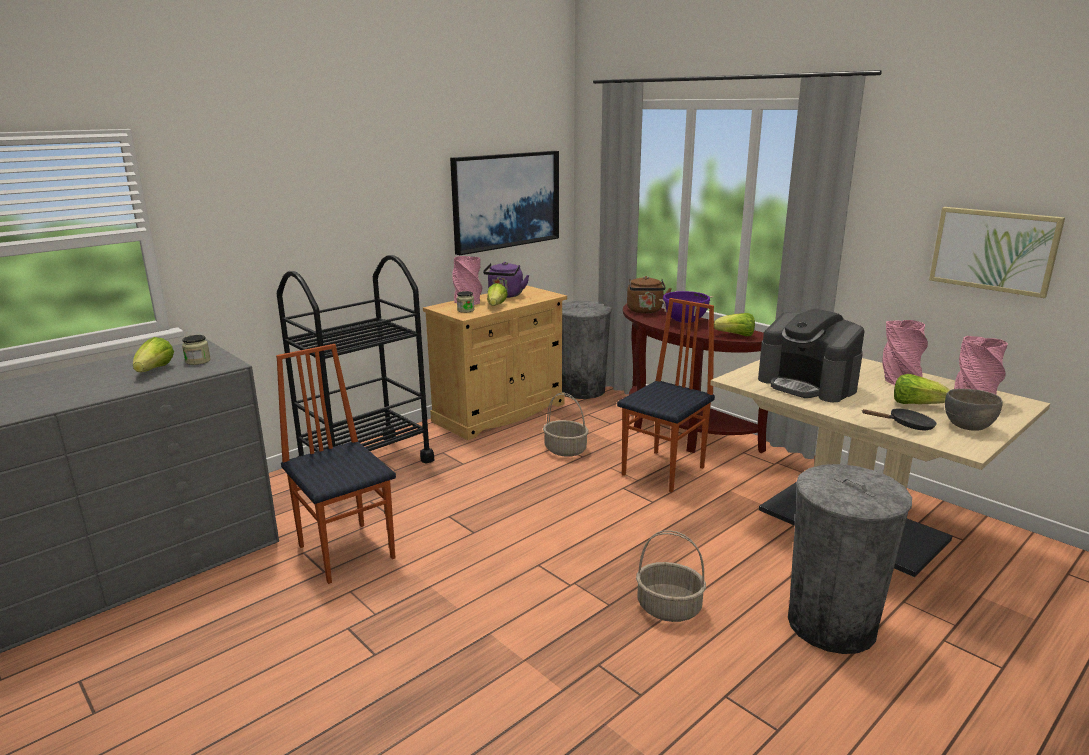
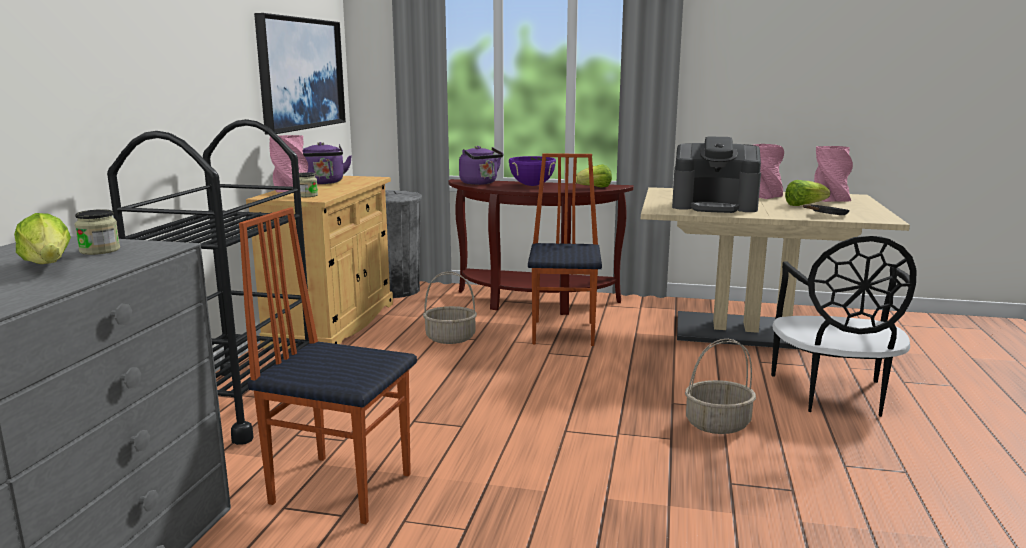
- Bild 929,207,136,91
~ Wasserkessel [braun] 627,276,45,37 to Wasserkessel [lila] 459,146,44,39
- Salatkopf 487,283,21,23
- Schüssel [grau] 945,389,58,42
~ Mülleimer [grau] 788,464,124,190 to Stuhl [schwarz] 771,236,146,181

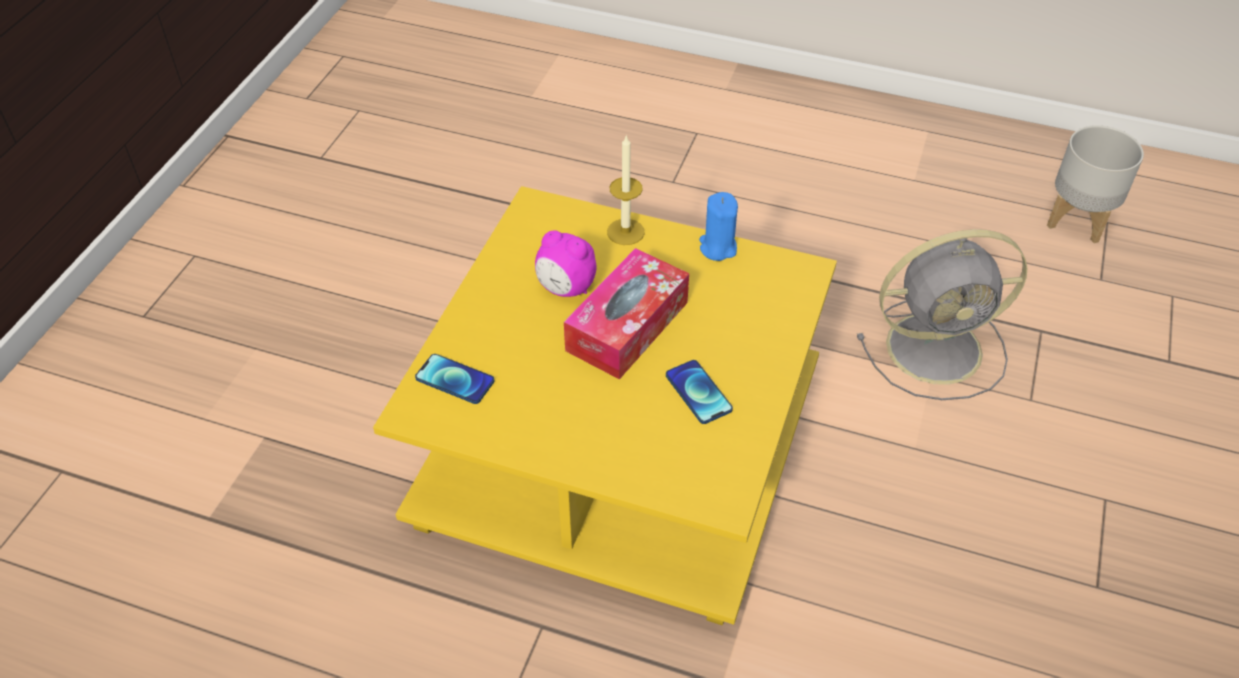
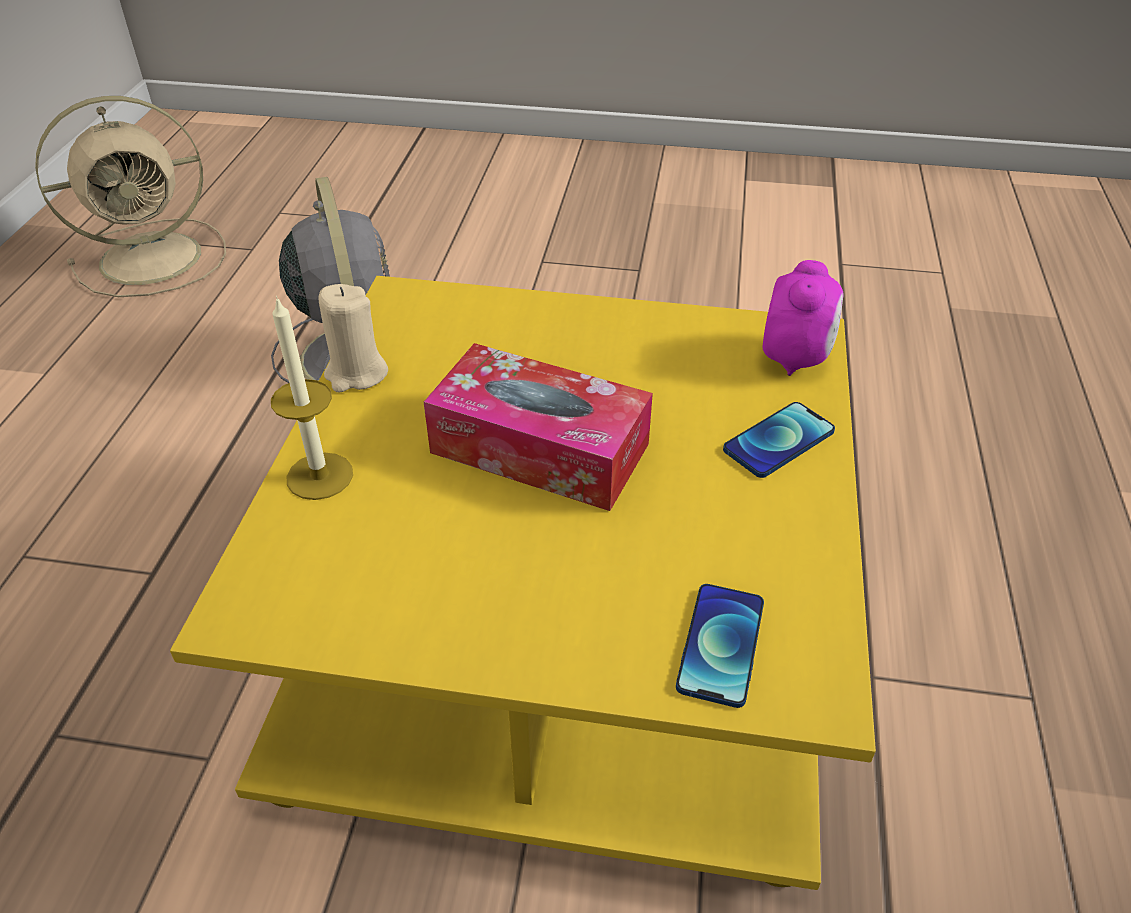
~ Pflanzkübel [grau] 1047,125,97,118 to Ventilator [beige] 35,96,191,201
~ Kerze [blau] 699,192,39,69 to Kerze [beige] 319,284,69,109
~ Wecker 535,230,62,67 to 763,260,81,116
~ Handy 666,360,67,64 to 723,402,112,76

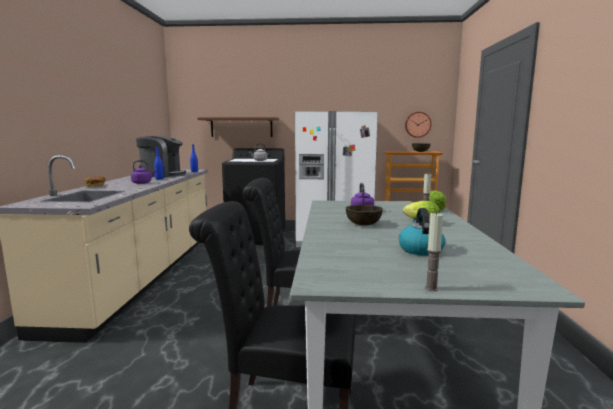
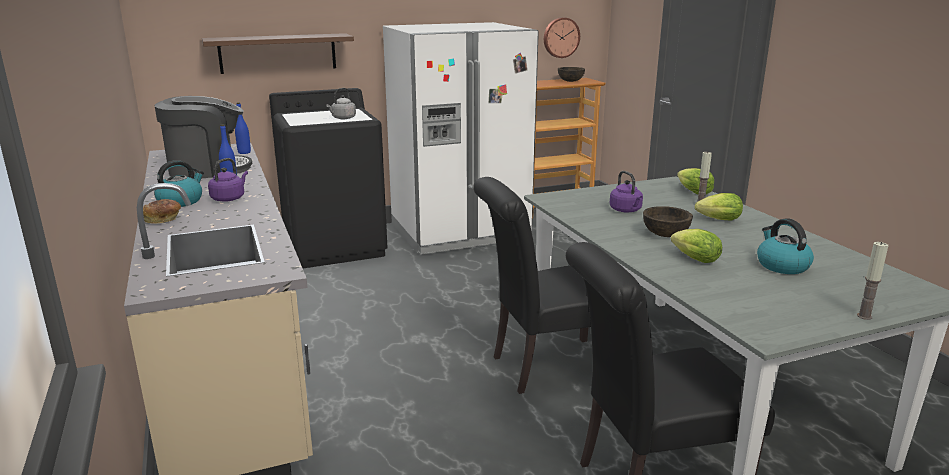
+ Wasserkessel 154,160,50,47
+ Salatkopf 671,229,51,34

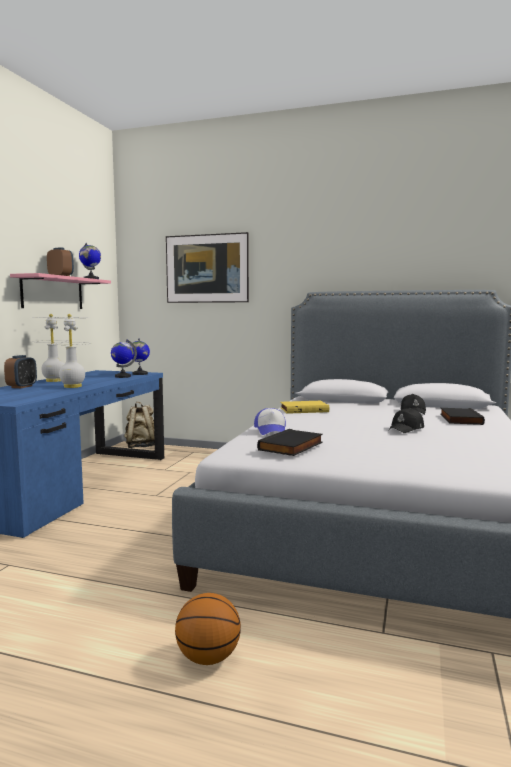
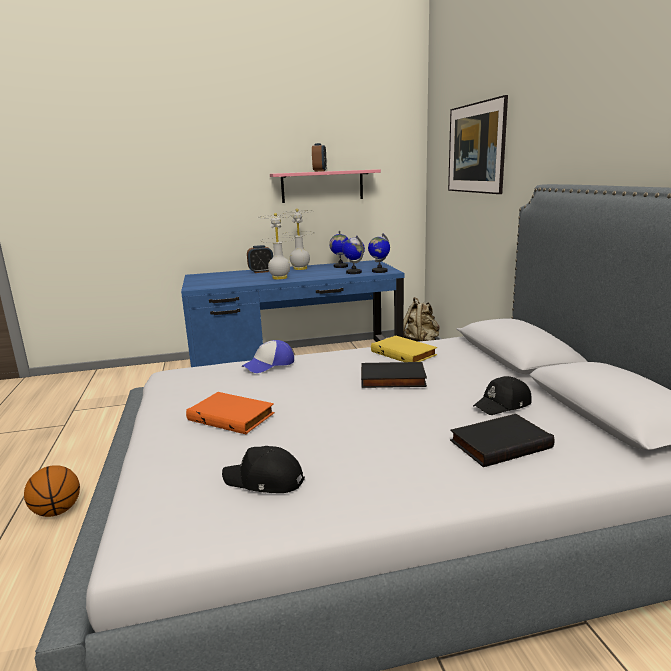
~ Globus 79,243,22,36 to 329,231,19,37
~ Kappe [schwarz] 388,408,36,25 to 222,446,83,47
~ Buch [schwarz] 257,429,66,27 to 361,362,66,26
+ Buch [orange] 186,392,89,42

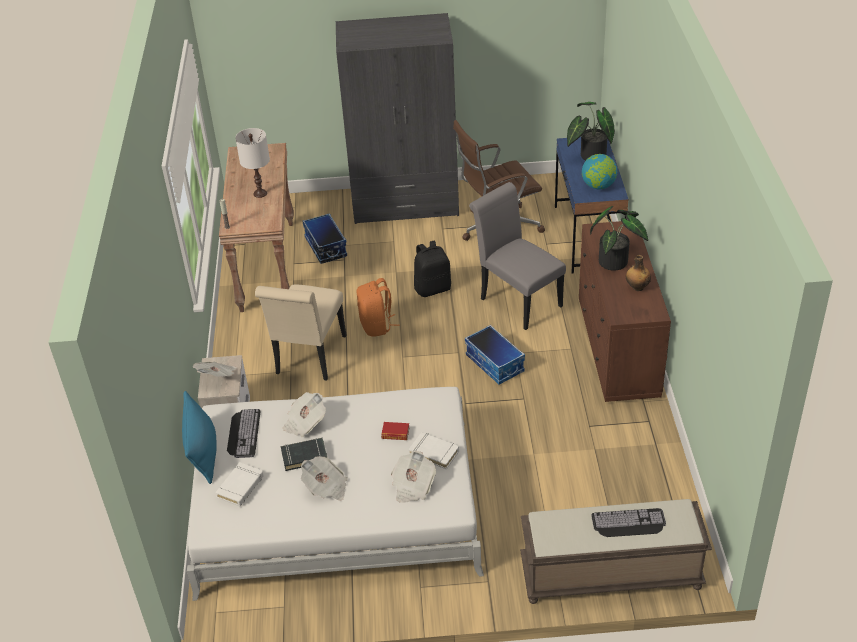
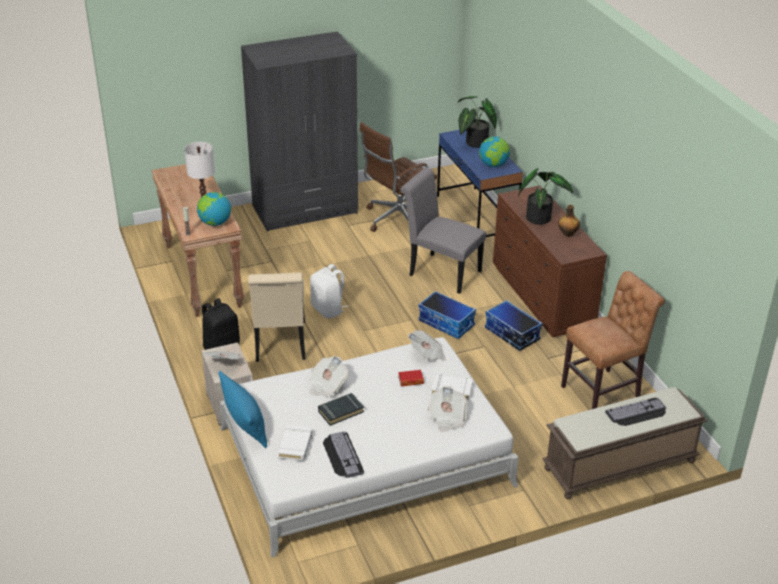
~ Aufbewahrungsbox 303,213,44,51 to 485,300,58,51
~ Rucksack [schwarz] 414,241,37,56 to 202,298,38,52
~ Rucksack [orange] 357,278,43,59 to Rucksack [weiß] 310,264,39,54
~ Tastatur 227,409,34,49 to 323,432,41,46
~ Zeitung 301,456,46,44 to 408,330,38,31
+ Globus 197,192,34,34
+ Stuhl [braun] 561,271,104,138

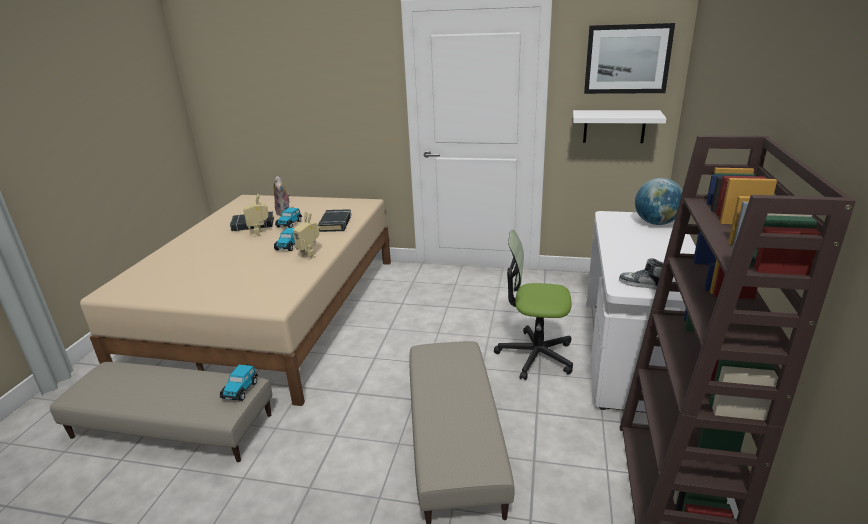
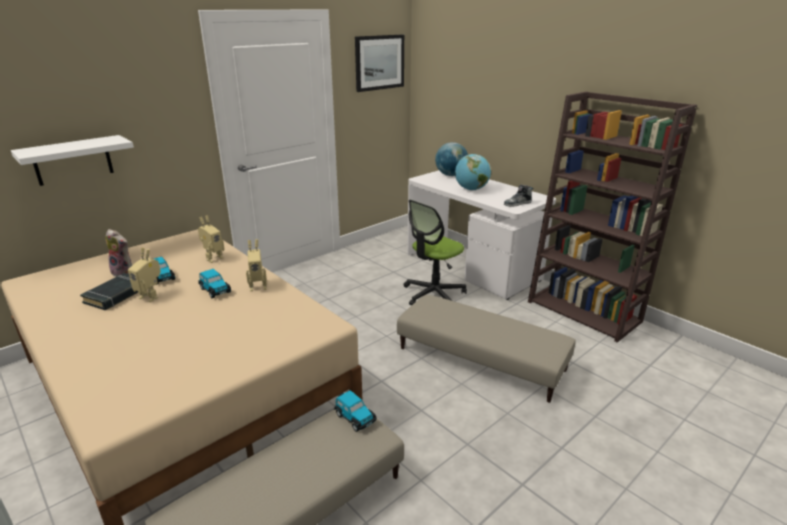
~ Wandregal [weiß] 573,110,93,33 to 11,135,123,51
~ Buch [schwarz] 318,209,33,23 to Spielzeugroboter 198,215,27,48
+ Globus 455,154,36,36

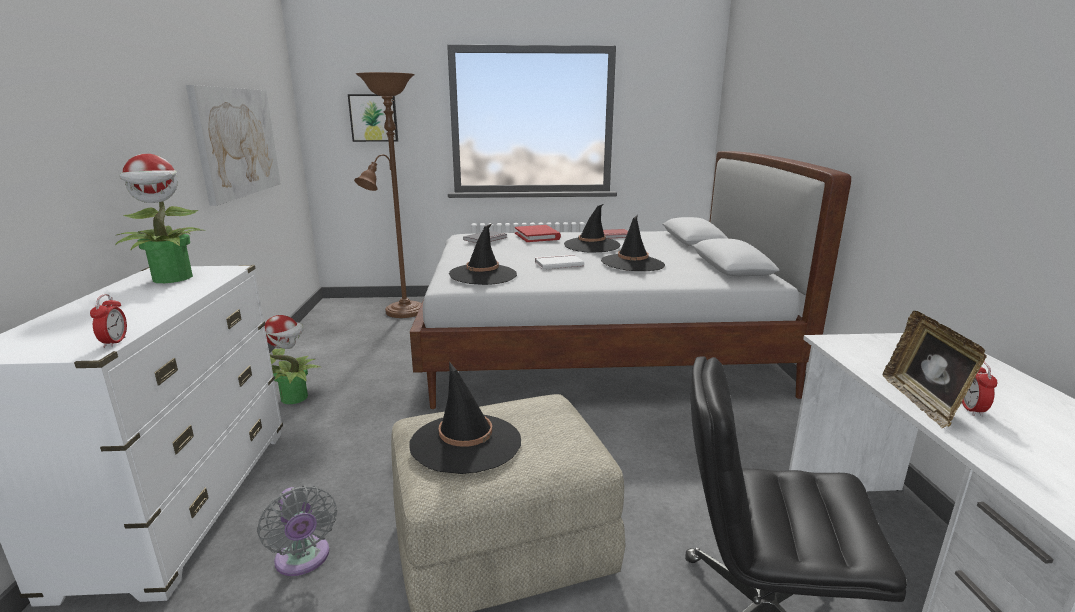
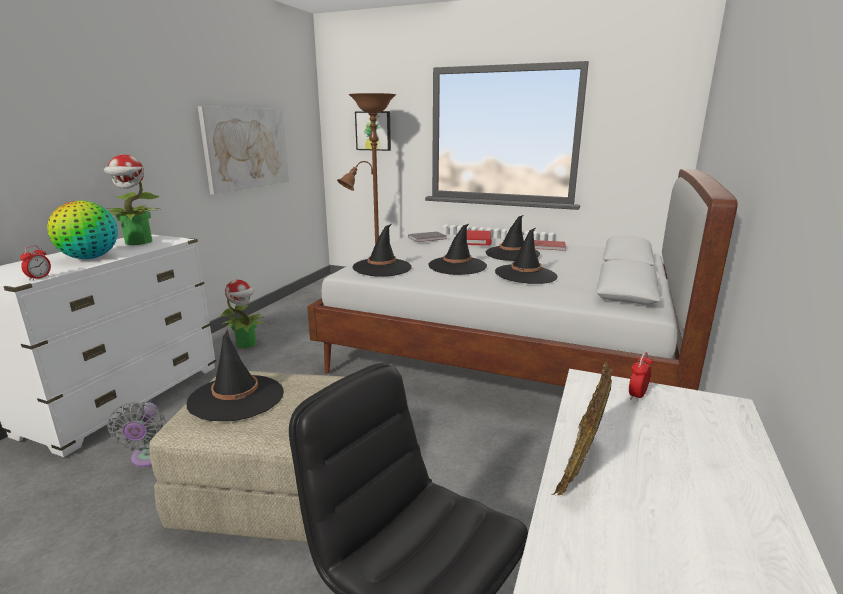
~ Buch [weiß] 534,255,50,14 to Hut [schwarz] 429,224,58,51
~ Wecker 962,362,35,55 to 629,352,24,50
+ Globus 47,200,71,59

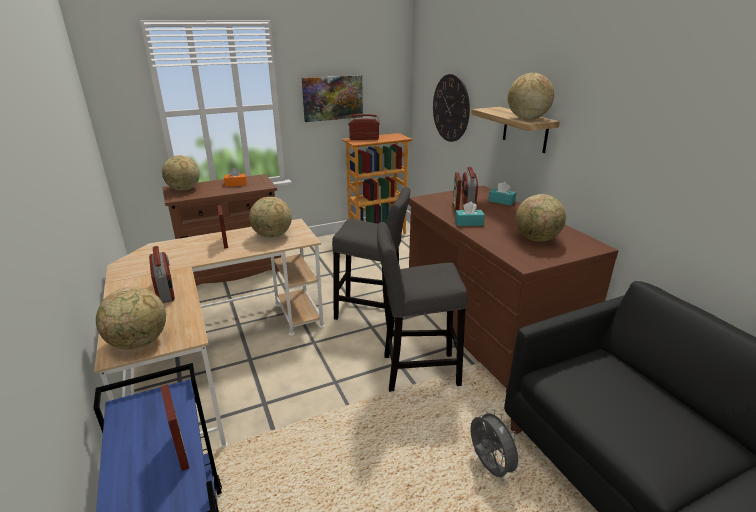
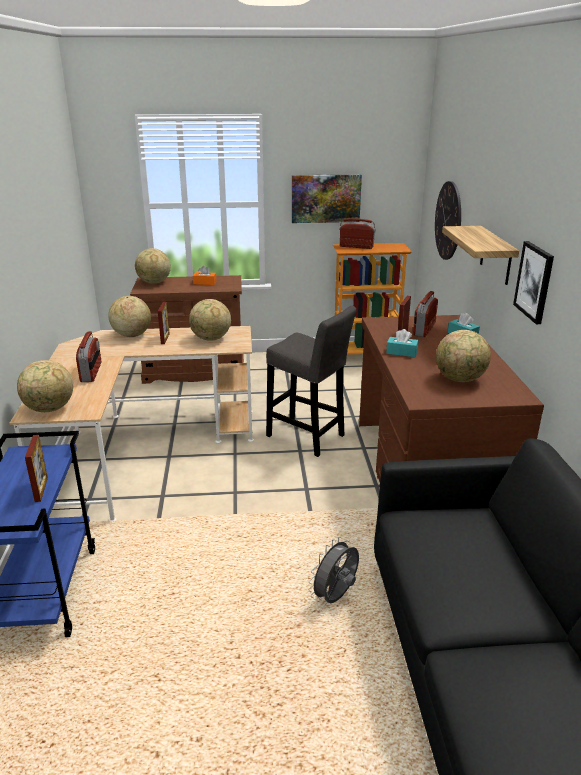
~ Globus 508,73,46,47 to 108,296,43,41
- Hocker [grau] 377,222,91,170
~ Ventilator [grau] 470,409,54,68 = 309,537,50,66 135 degrees counterclockwise
+ Bild 513,241,41,83

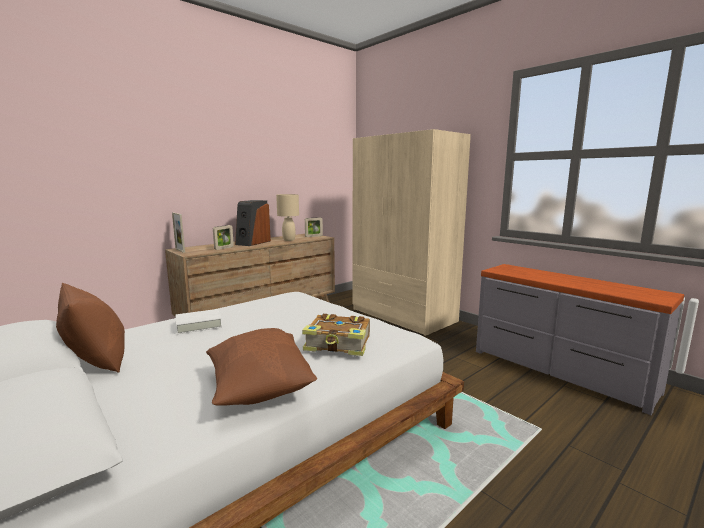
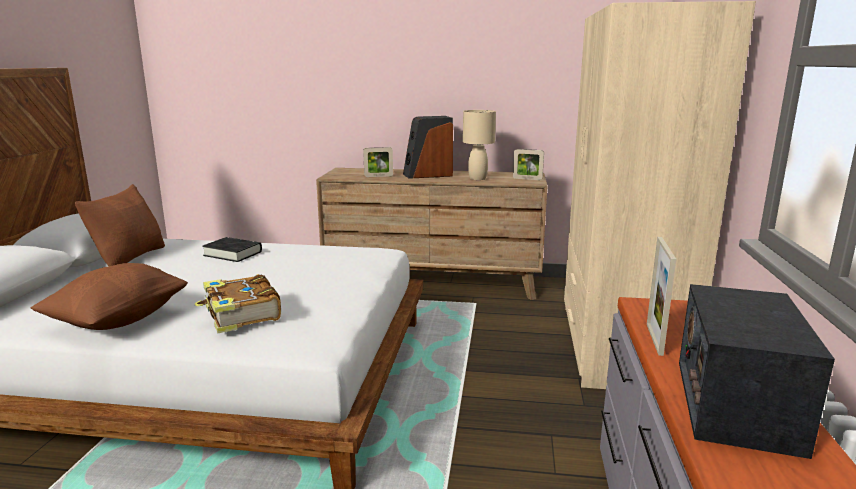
~ Bilderrahmen 172,212,13,41 to 647,237,30,119
~ Buch [weiß] 176,309,46,25 to Buch [schwarz] 202,237,60,25
+ Radio 679,284,156,175

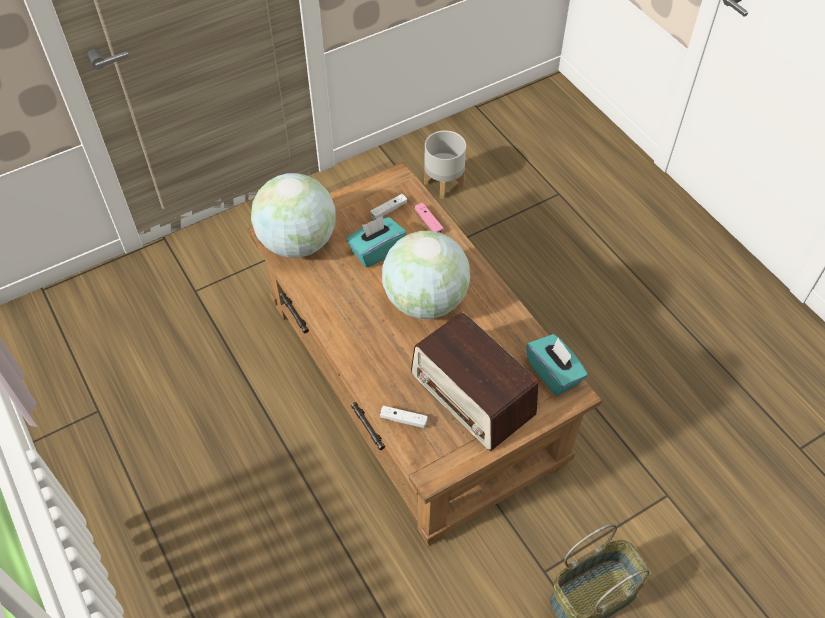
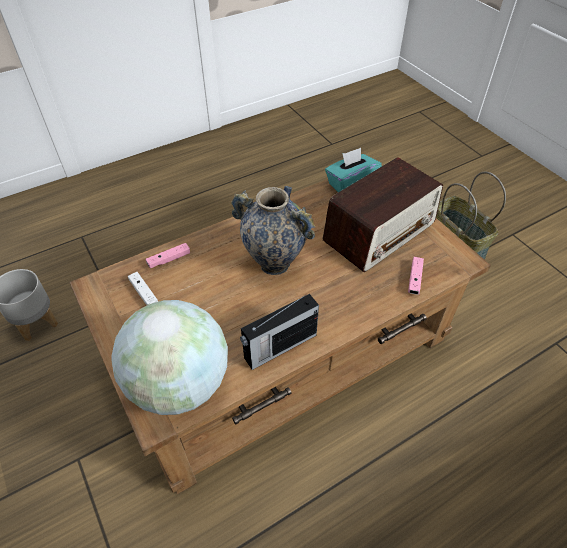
- Taschentuchbox [türkis] 346,216,60,51
~ Globus 382,231,88,88 to Vase 231,186,84,89
~ Gamepad [weiß] 380,406,48,22 to Gamepad [rosa] 408,257,16,38
+ Radio 240,294,79,76

